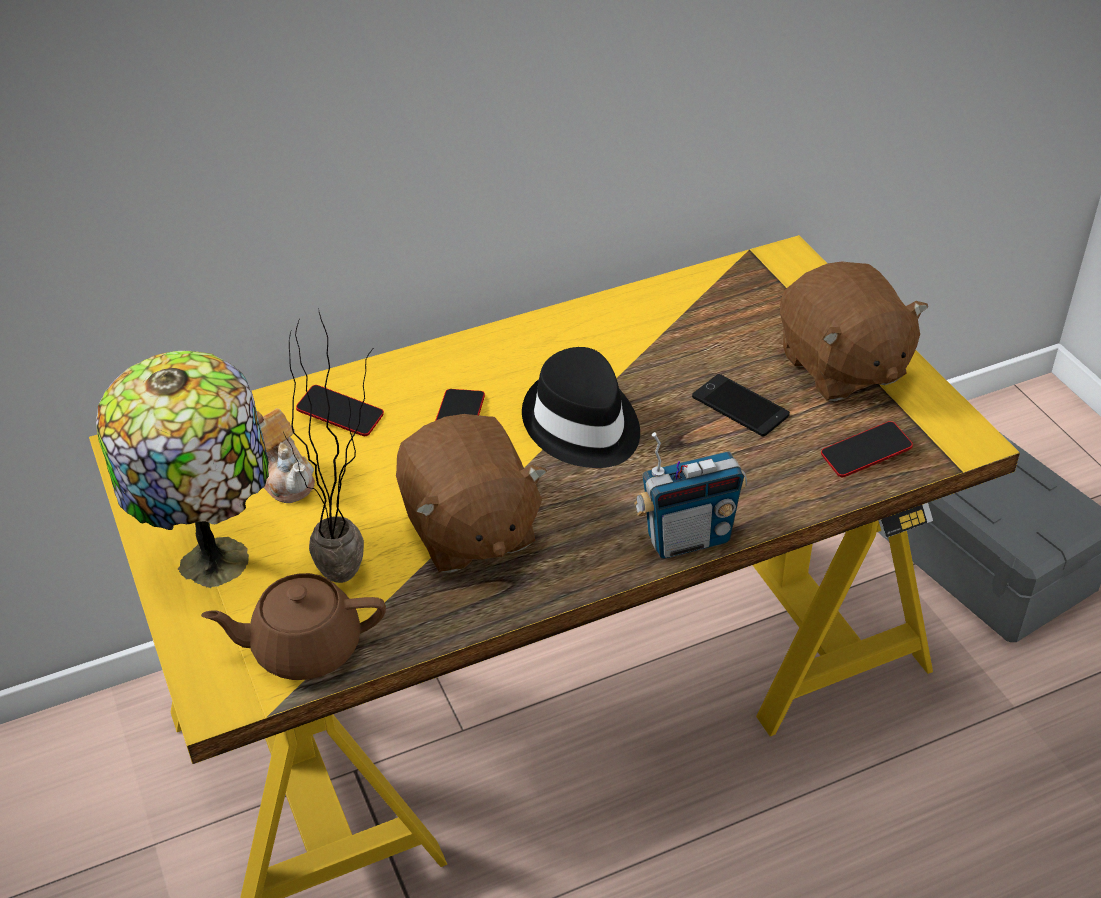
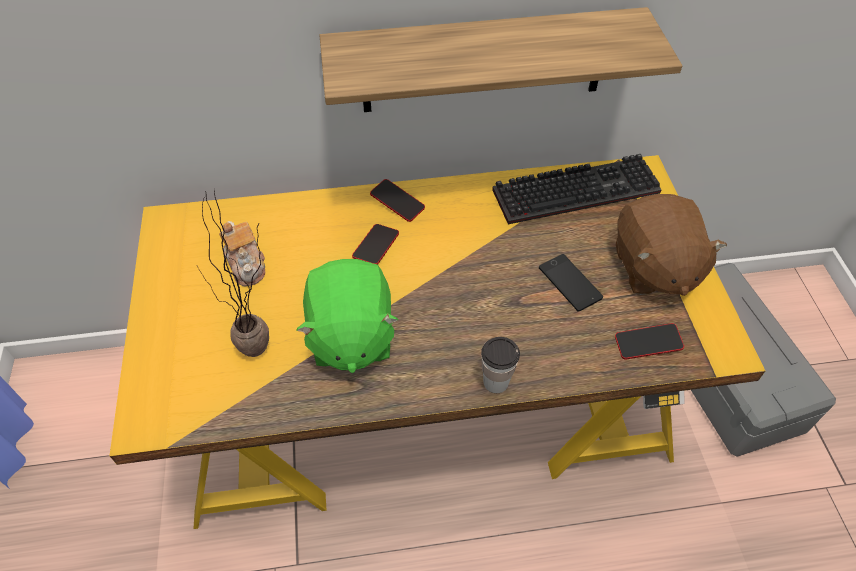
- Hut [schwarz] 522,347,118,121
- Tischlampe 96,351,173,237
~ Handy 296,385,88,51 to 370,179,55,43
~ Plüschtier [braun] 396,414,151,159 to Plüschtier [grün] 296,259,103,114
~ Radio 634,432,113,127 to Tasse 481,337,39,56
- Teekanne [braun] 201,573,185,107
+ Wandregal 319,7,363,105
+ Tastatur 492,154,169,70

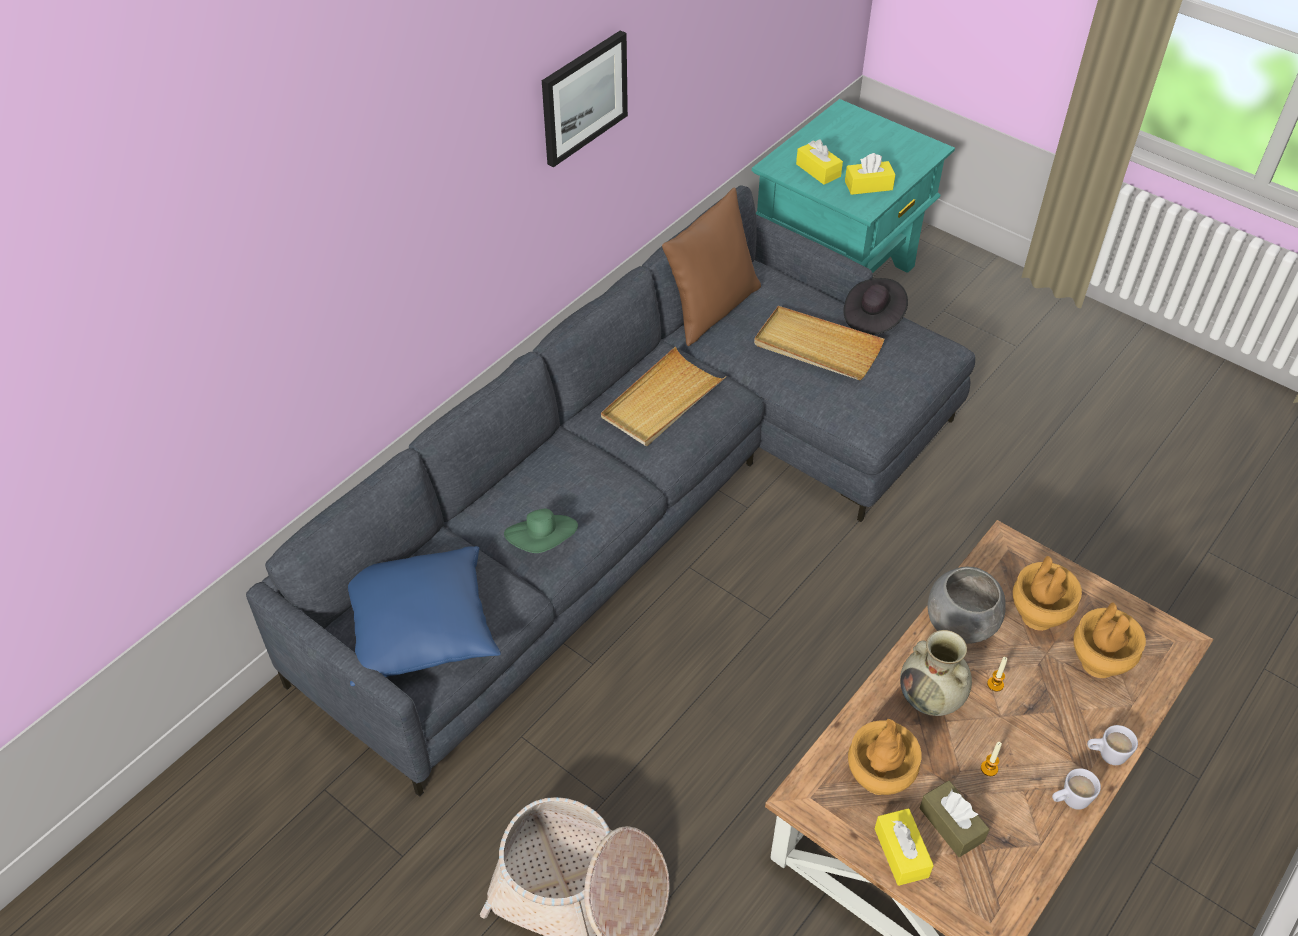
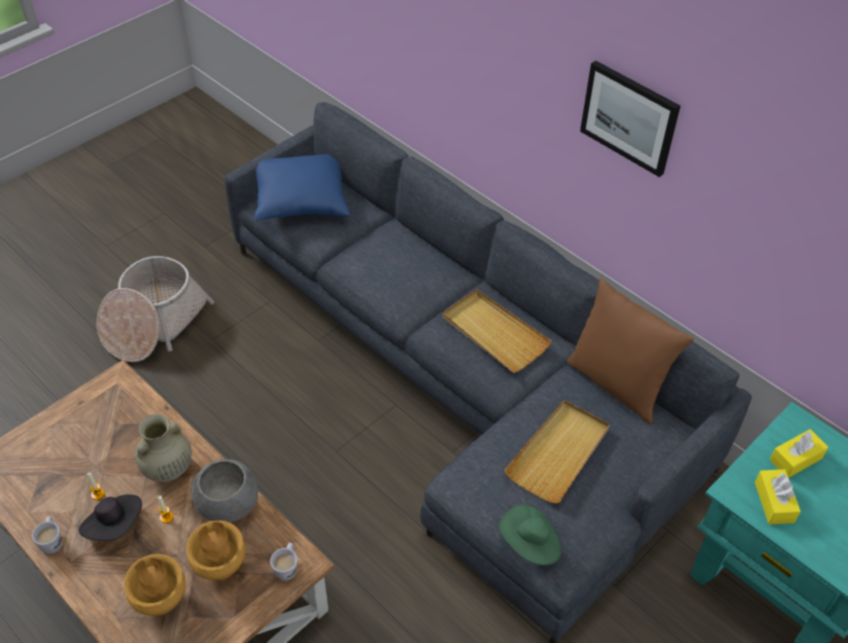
~ Hut [schwarz] 844,278,64,57 to 79,495,63,46
~ Hut [grün] 504,508,74,45 to 499,504,62,61
- Vase [braun] 848,719,74,76
~ Henkelbecher [weiß] 1087,725,51,40 to 270,543,28,38
- Taschentuchbox [braun] 919,780,71,77
- Taschentuchbox [gelb] 875,808,59,78

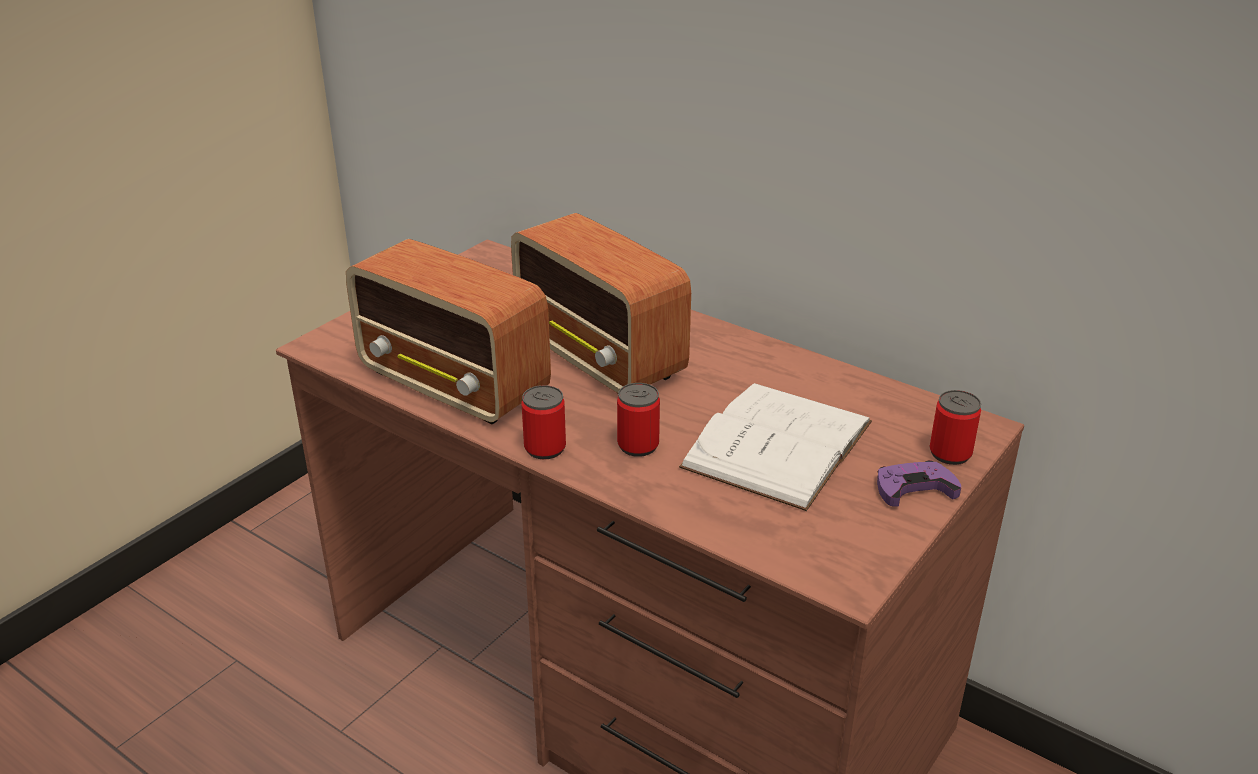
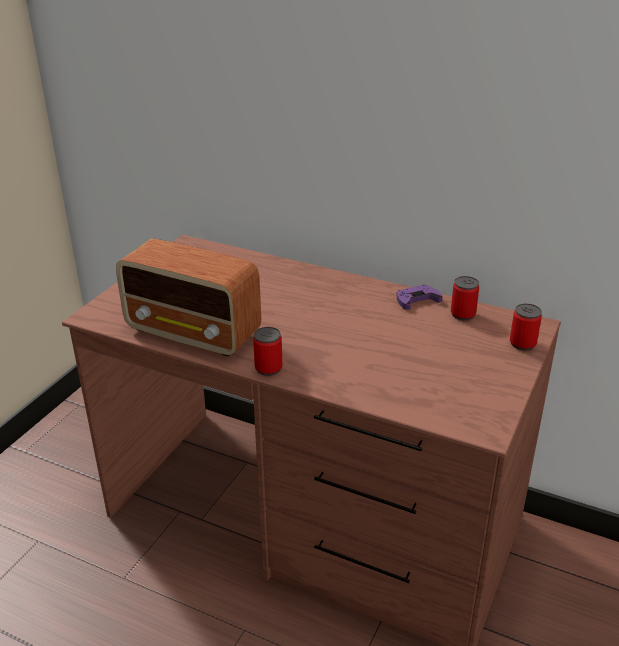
- Radio 511,213,180,180
~ Dose 617,383,43,74 to 451,276,28,45
- Buch [weiß] 679,383,193,128
~ Gamepad [lila] 877,460,84,47 to 396,285,47,25

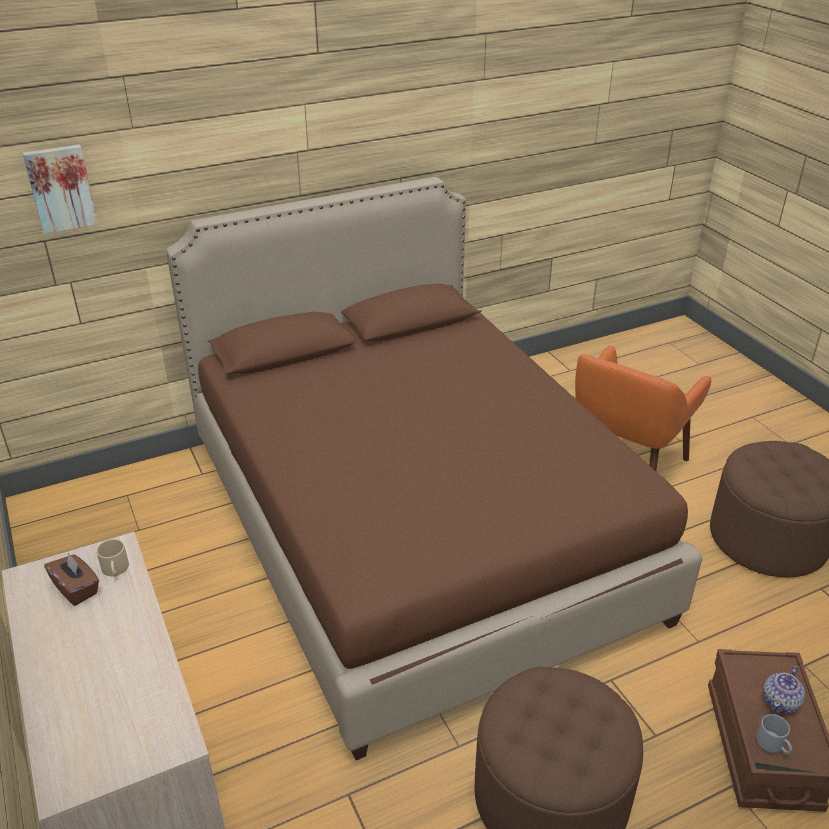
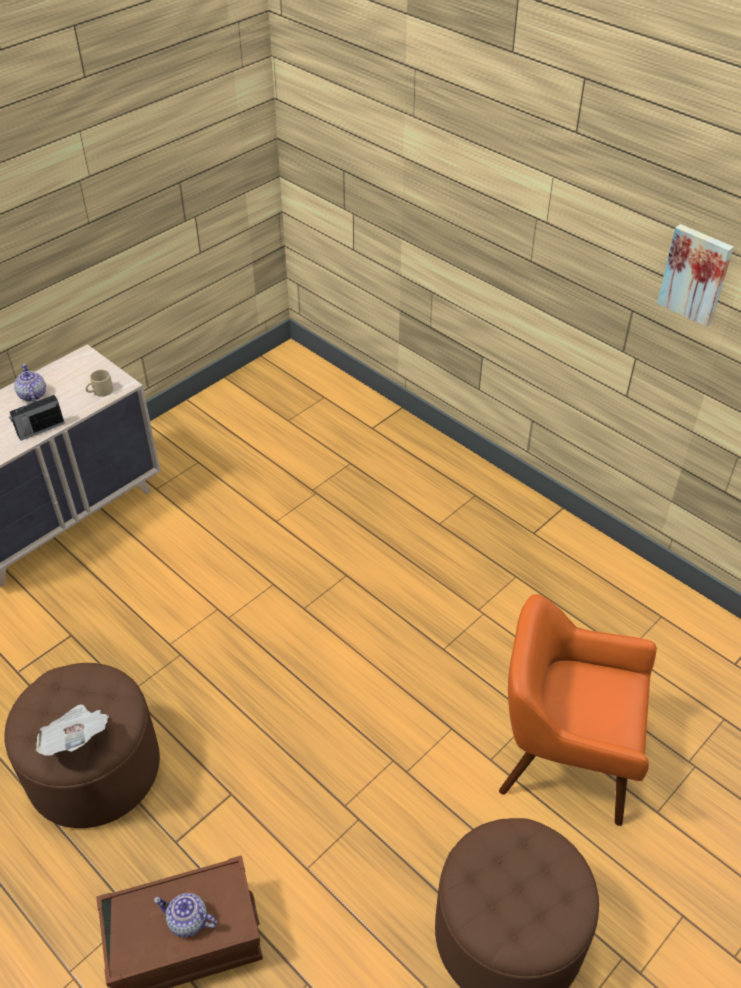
~ Bild 23,145,75,89 to 657,224,77,103
- Bett [braun] 166,177,536,583
- Taschentuchbox [braun] 44,552,55,54
- Henkelbecher [grau] 756,714,36,40
+ Teekanne 14,364,32,39
+ Radio 9,394,56,46
+ Zeitung 36,704,73,52

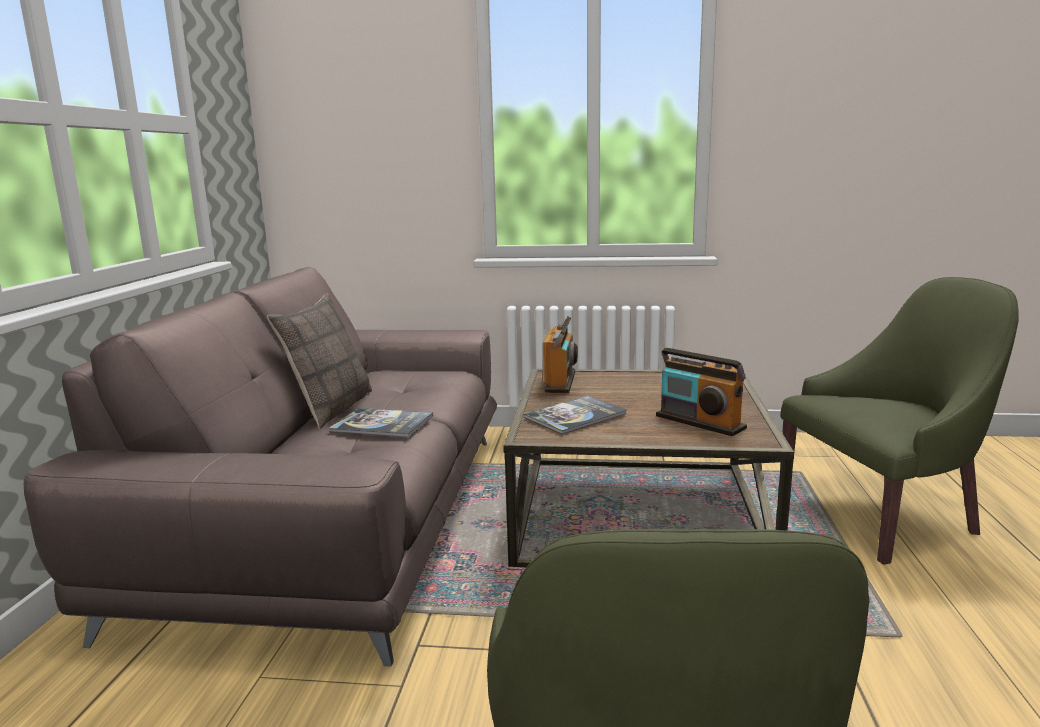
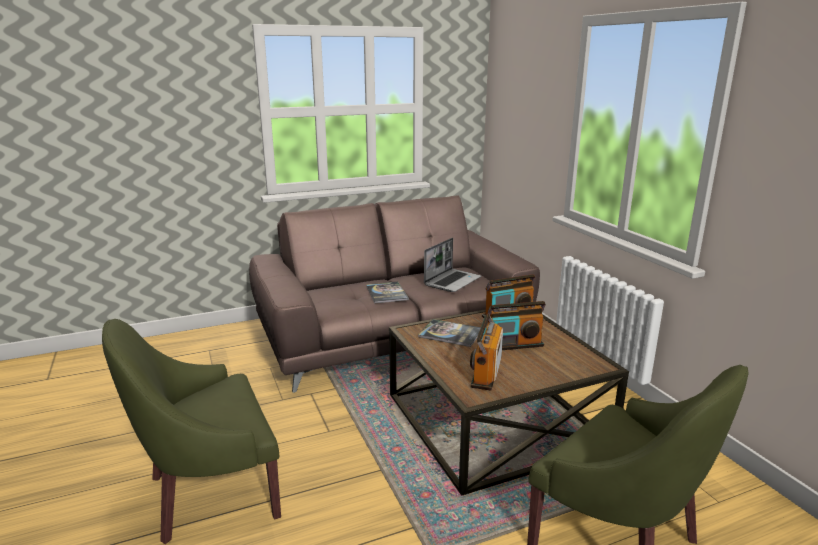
- Kissen 267,293,105,136
+ Laptop 424,238,57,54
+ Radio 487,301,59,49

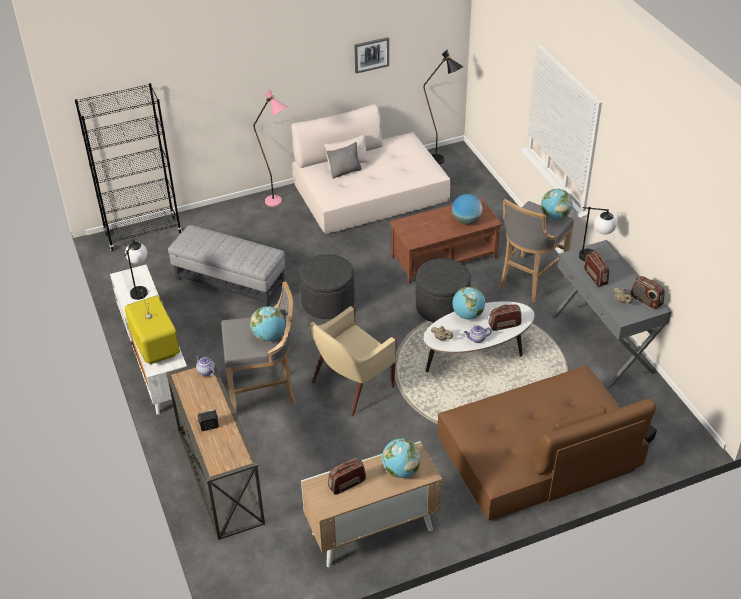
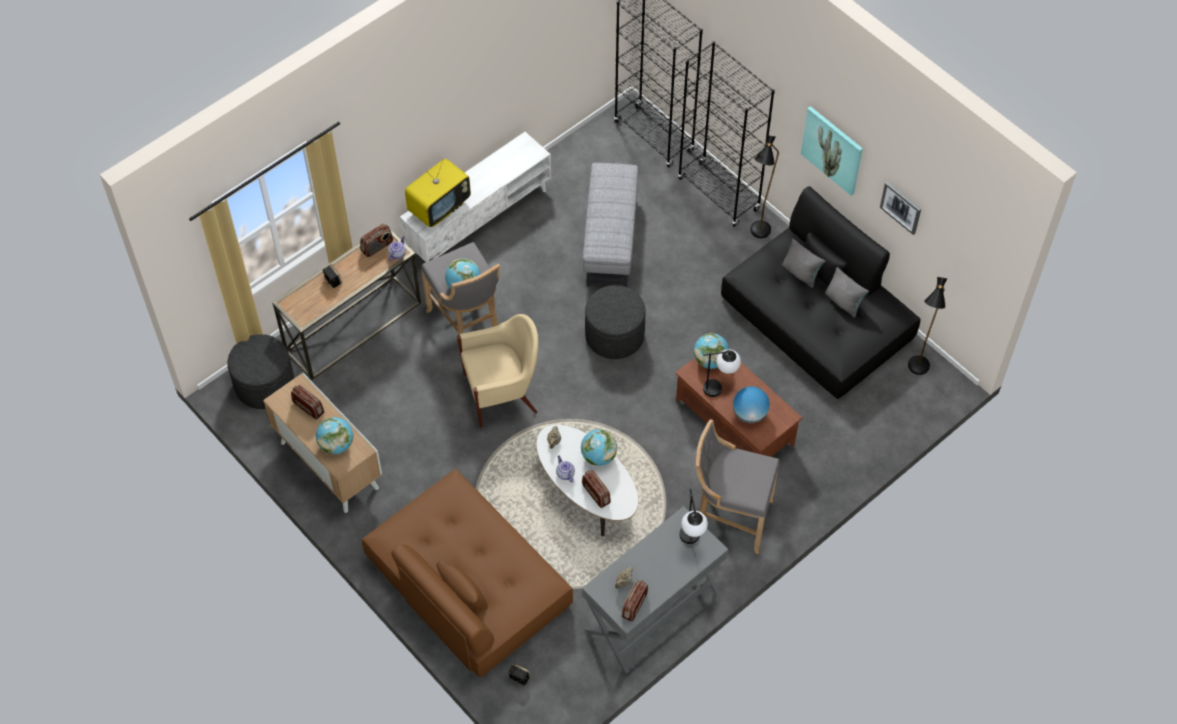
~ Stehlampe [rosa] 253,89,34,118 to Stehlampe [schwarz] 750,135,29,103
~ Sofa [beige] 291,104,160,130 to Sofa [schwarz] 721,186,199,213
~ Globus 541,189,32,31 to 694,333,35,36
~ Tischlampe 125,239,23,61 to 703,349,38,48
~ Radio 584,251,25,36 to 360,224,33,33
~ Polsterhocker [grau] 416,258,55,65 to 227,334,67,75
~ Sessel [beige] 309,306,88,110 = 457,314,82,113 135 degrees clockwise
+ Bücherregal [schwarz] 678,41,97,186
+ Bild 801,106,62,90
+ Kissen [grau] 825,267,44,50

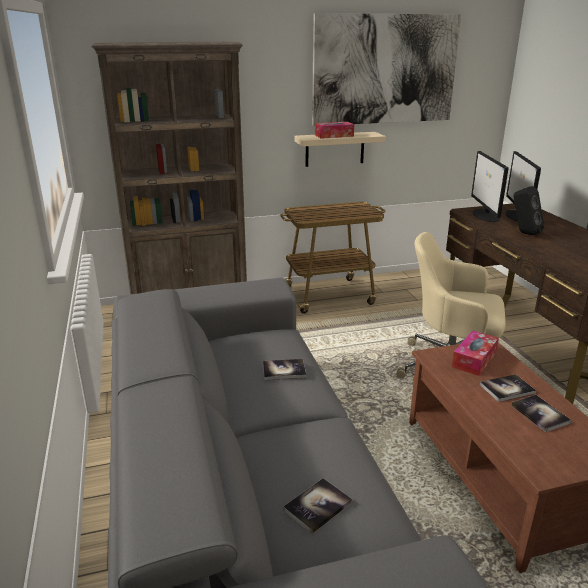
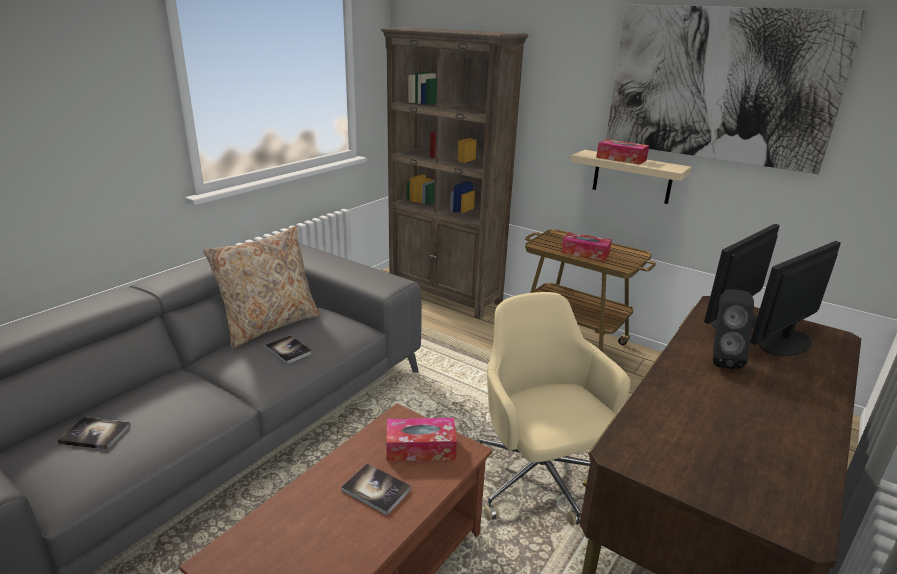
- Buch 511,395,61,37
+ Kissen [beige] 203,226,118,122
+ Taschentuchbox 561,232,51,29

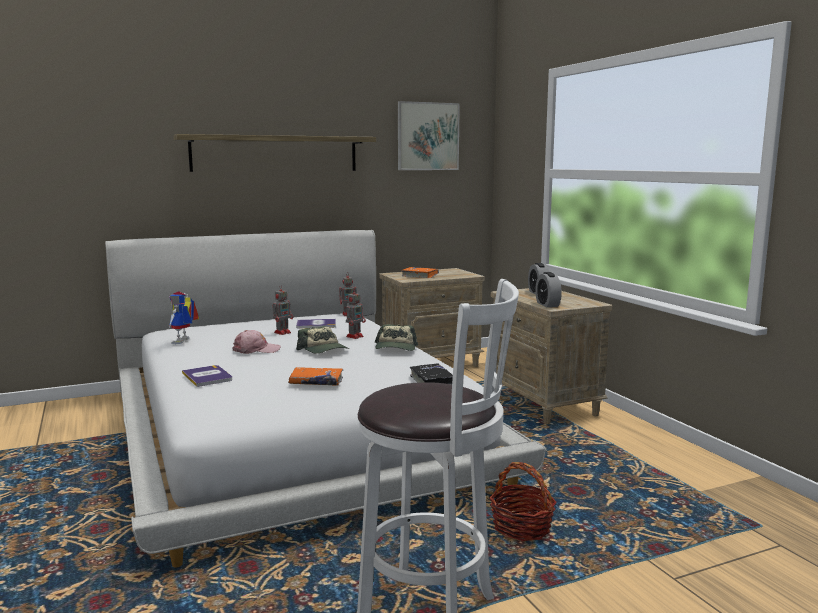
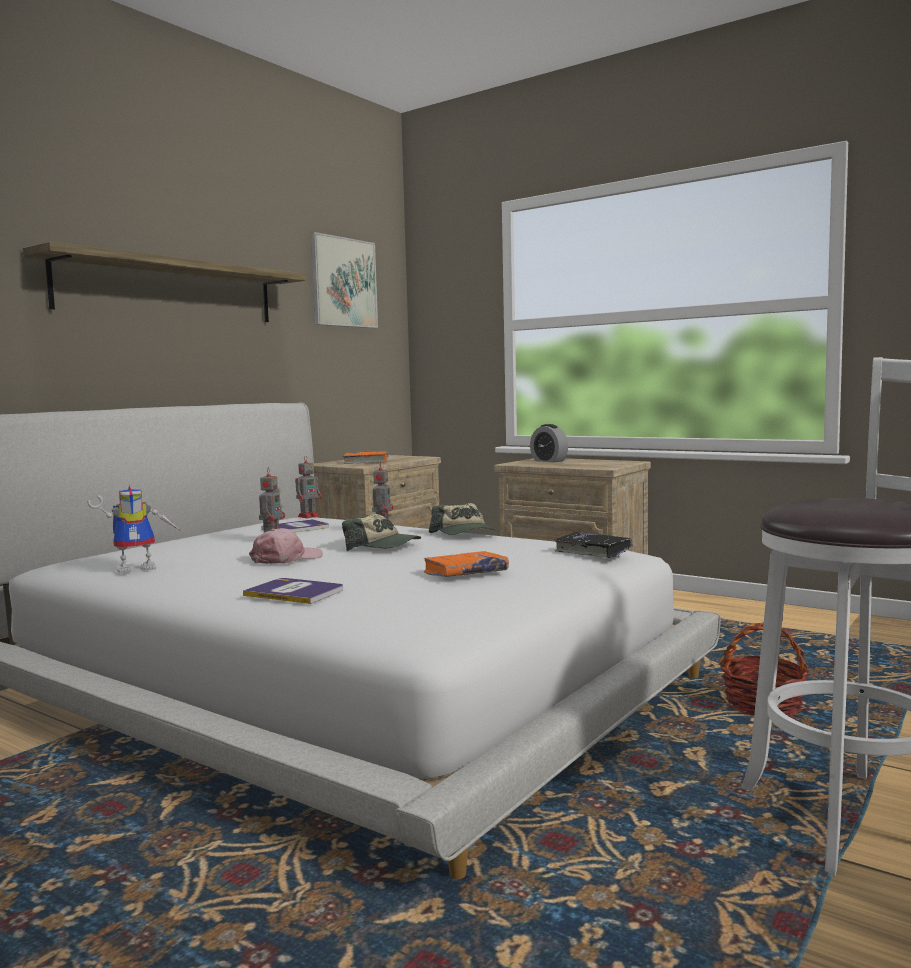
- Wecker 535,272,27,35
~ Spielzeugroboter 169,291,30,53 = 87,485,94,88 90 degrees counterclockwise

